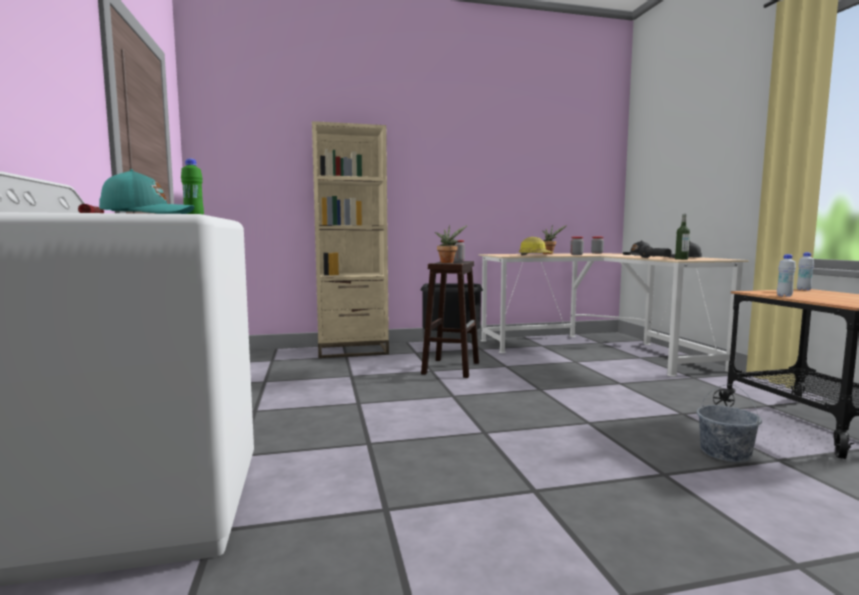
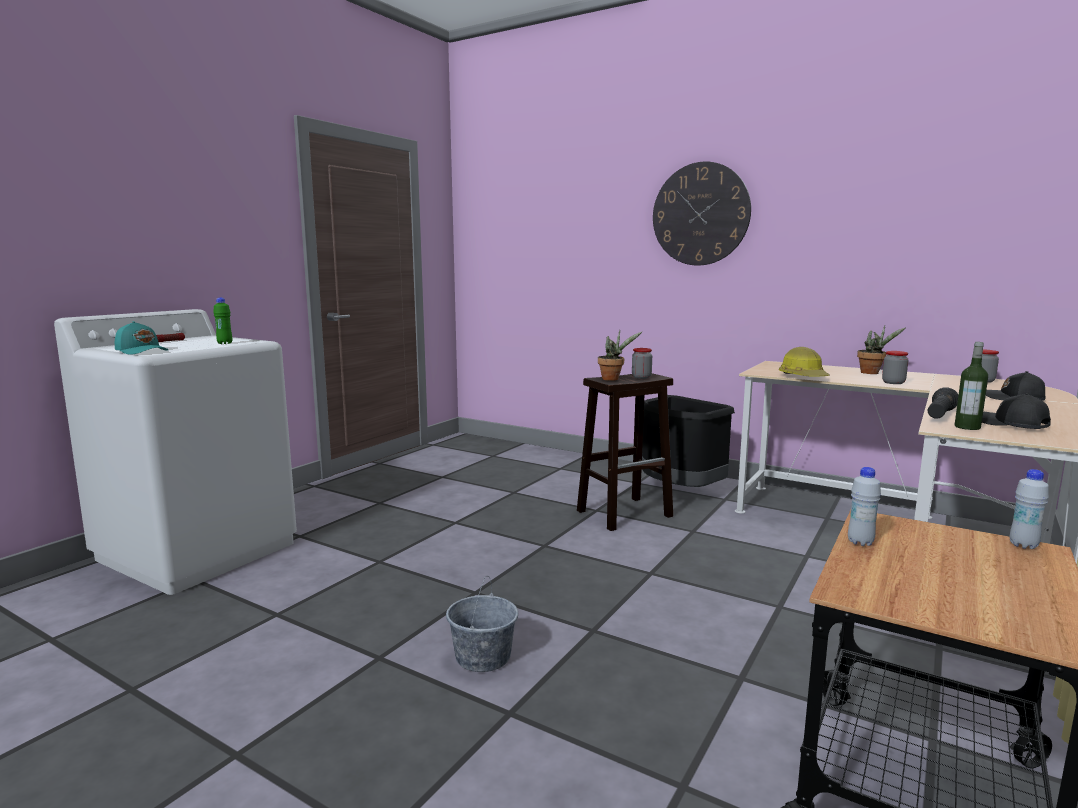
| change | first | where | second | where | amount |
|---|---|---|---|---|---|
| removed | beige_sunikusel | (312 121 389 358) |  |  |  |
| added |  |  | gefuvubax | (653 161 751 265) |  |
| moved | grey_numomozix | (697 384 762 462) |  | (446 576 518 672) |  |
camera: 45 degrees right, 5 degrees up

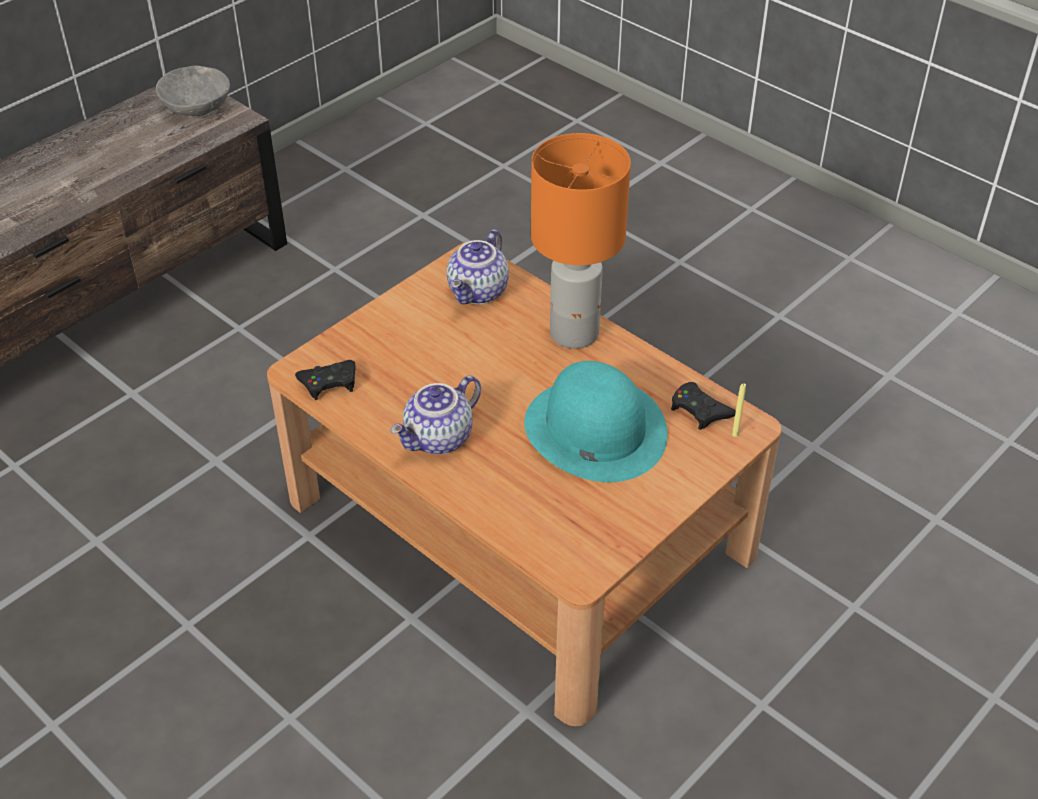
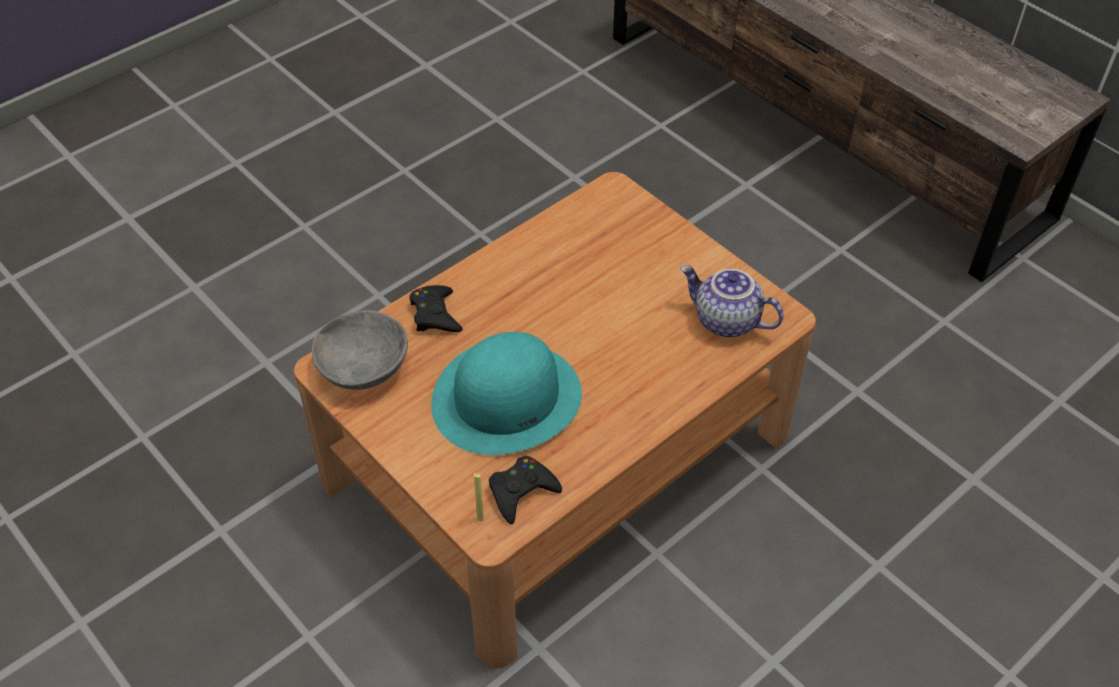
| change | first | where | second | where | amount |
|---|---|---|---|---|---|
| removed | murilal | (391 376 481 454) |  |  |  |
| removed | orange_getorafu | (531 133 631 349) |  |  |  |
| moved | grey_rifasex | (156 66 230 116) |  | (312 310 408 390) |  |
| moved | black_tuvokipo | (295 360 356 400) |  | (409 285 463 332) |  |
camera: 95 degrees right, 5 degrees up

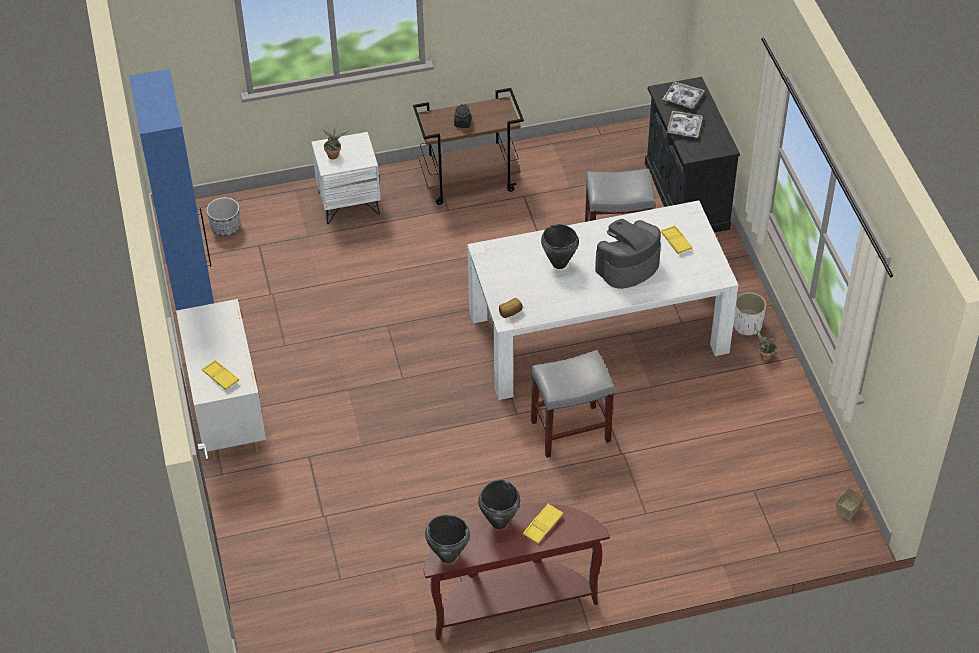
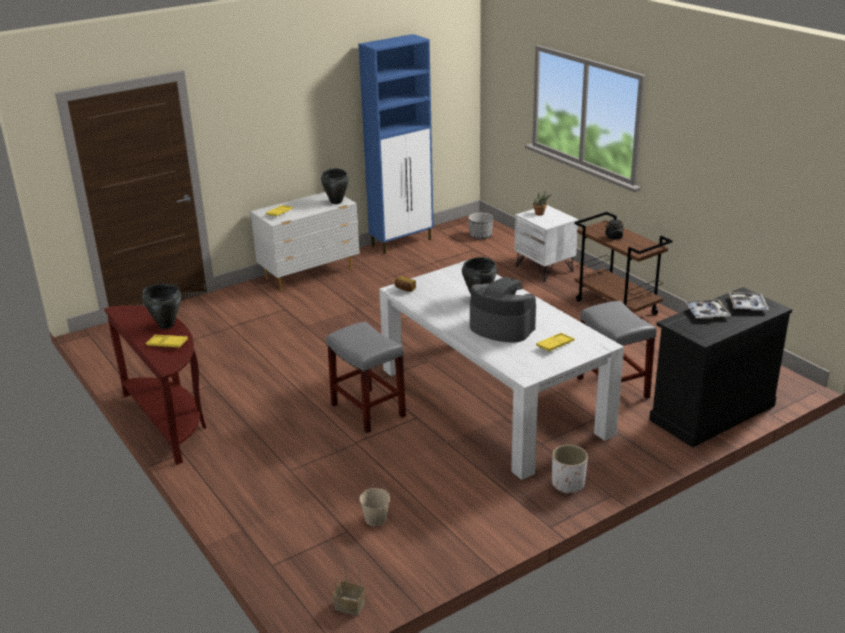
| change | first | where | second | where | amount |
|---|---|---|---|---|---|
| removed | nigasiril | (754 323 776 361) |  |  |  |
| added |  |  | beige_numomozix | (360 483 390 526) |  |
| moved | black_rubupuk | (425 515 470 563) |  | (321 168 349 204) |  |
camera: 70 degrees right, 20 degrees down

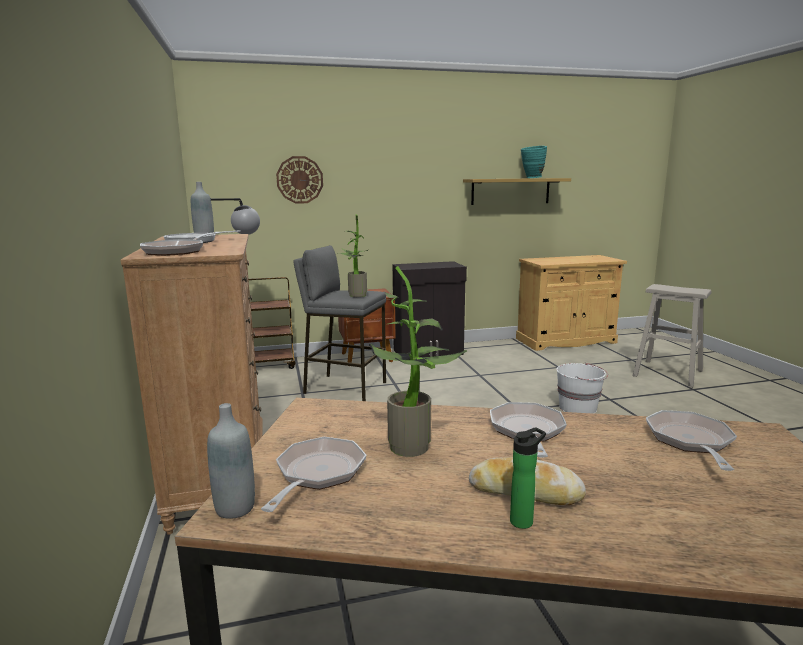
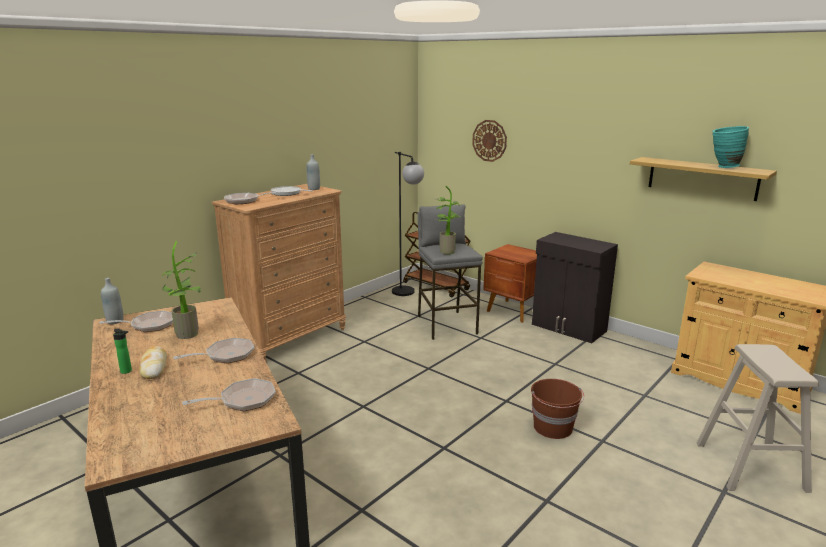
| change | first | where | second | where | amount |
|---|---|---|---|---|---|
| recoloured | white_numomozix | (556 362 608 414) | brown_numomozix | (531 379 584 439) |  |
camera: 55 degrees right, 5 degrees up

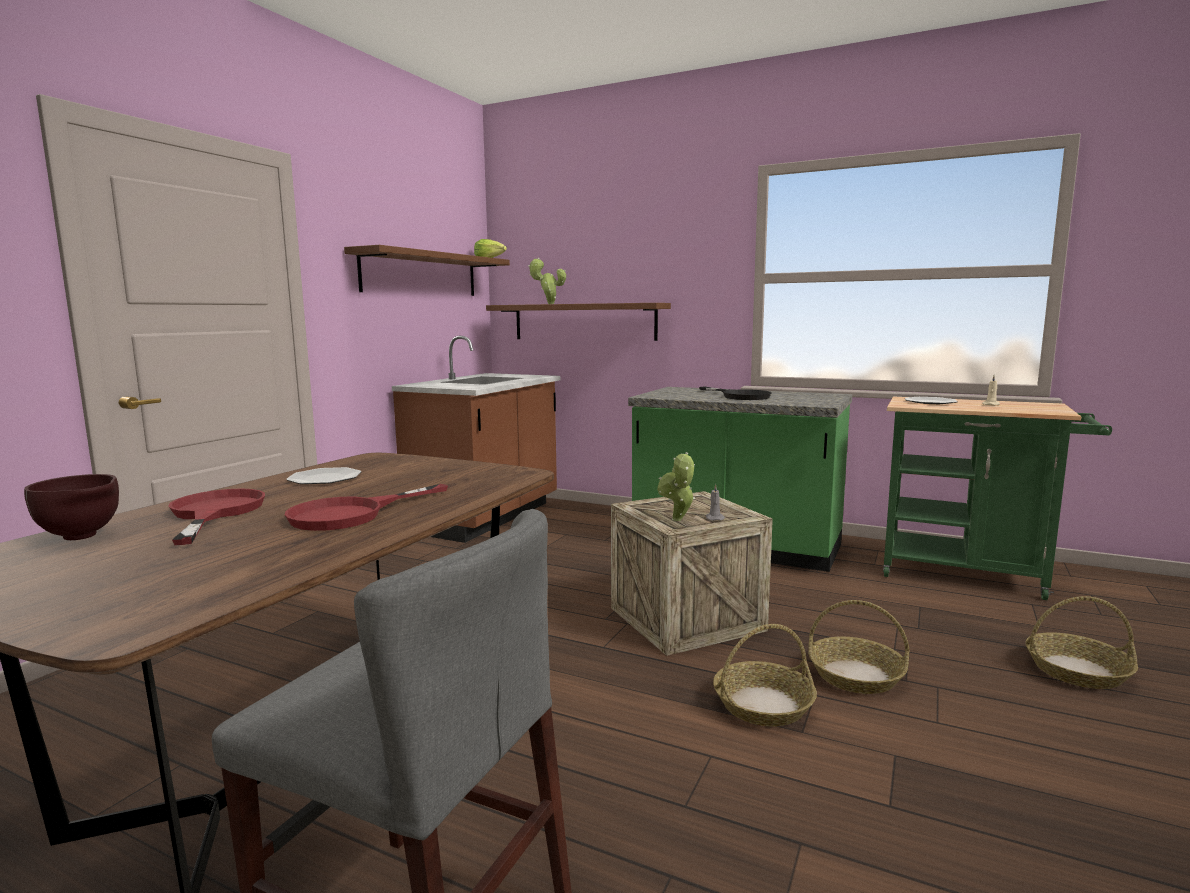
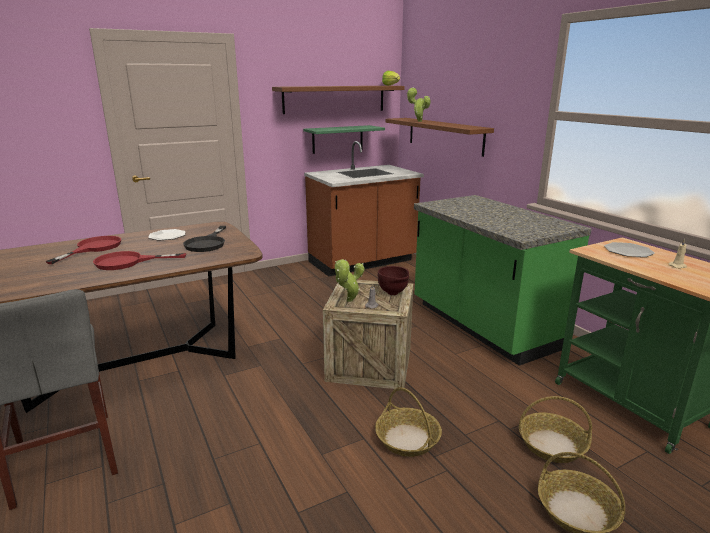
| change | first | where | second | where | amount |
|---|---|---|---|---|---|
| added |  |  | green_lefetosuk | (303 125 385 154) |  |
| moved | brown_rifasex | (24 474 119 540) |  | (378 266 409 295) |  |
| moved | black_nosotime | (699 387 772 400) |  | (183 226 226 252) |  |
| moved | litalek | (713 624 817 727) |  | (519 396 592 463) |  |
camera: 35 degrees right, 10 degrees up

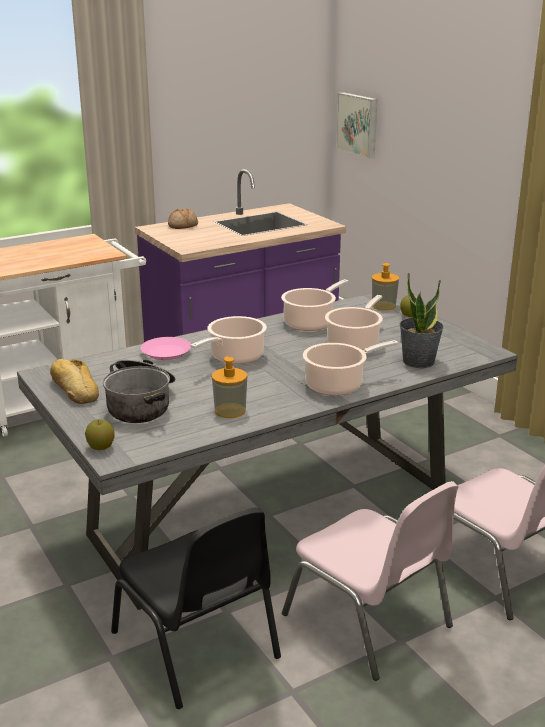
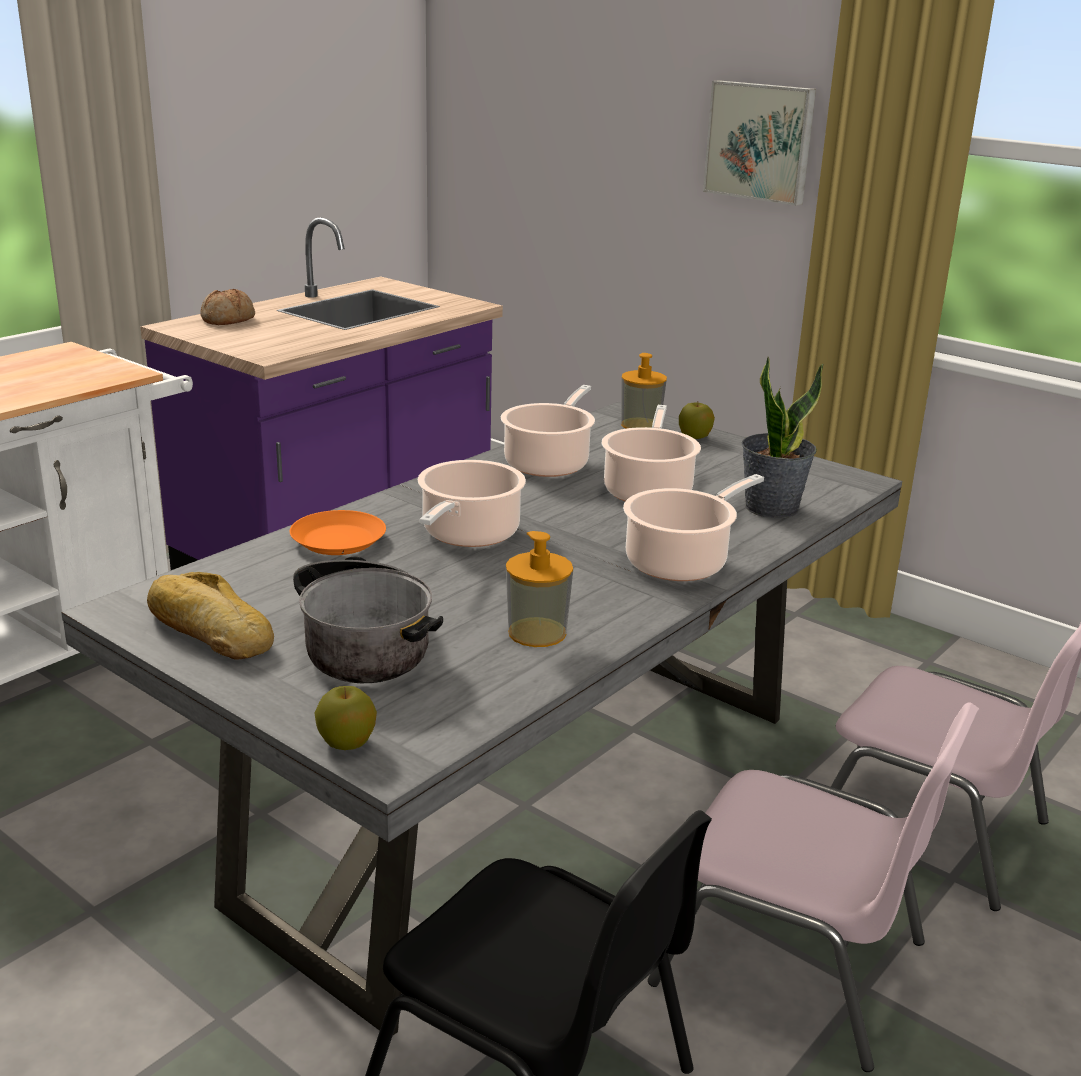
| change | first | where | second | where | amount |
|---|---|---|---|---|---|
| moved | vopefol | (336 92 377 158) |  | (703 80 816 206) |  |
| recoloured | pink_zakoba | (141 337 191 360) | orange_zakoba | (290 510 386 555) |  |
camera: 20 degrees left, 0 degrees up

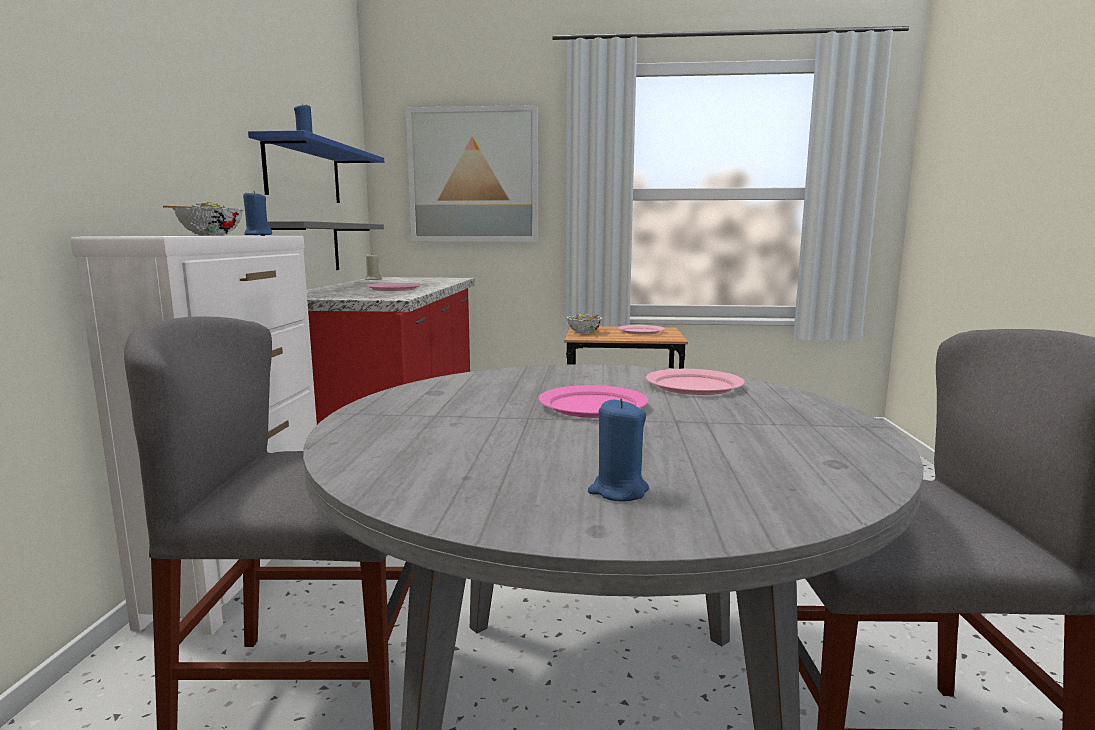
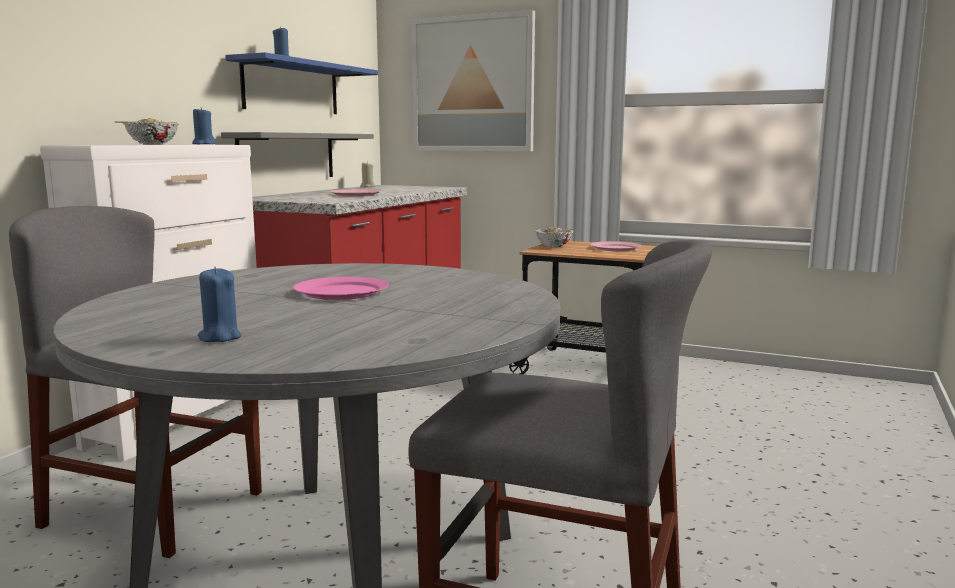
| change | first | where | second | where | amount |
|---|---|---|---|---|---|
| removed | pink_zakoba | (646 369 745 395) |  |  |  |
camera: 20 degrees right, 0 degrees up

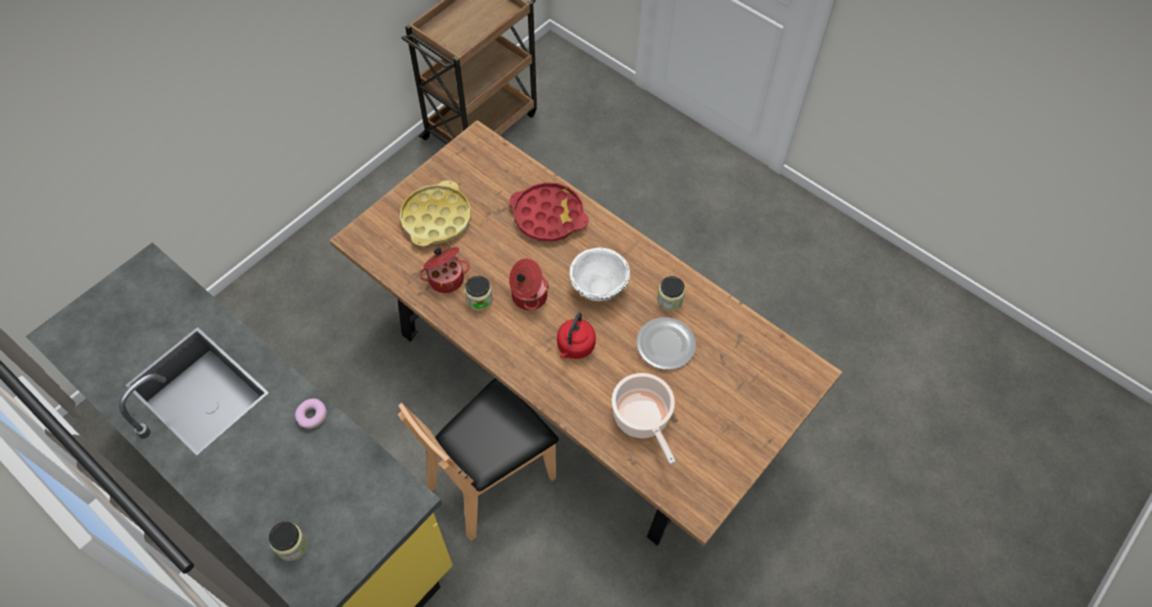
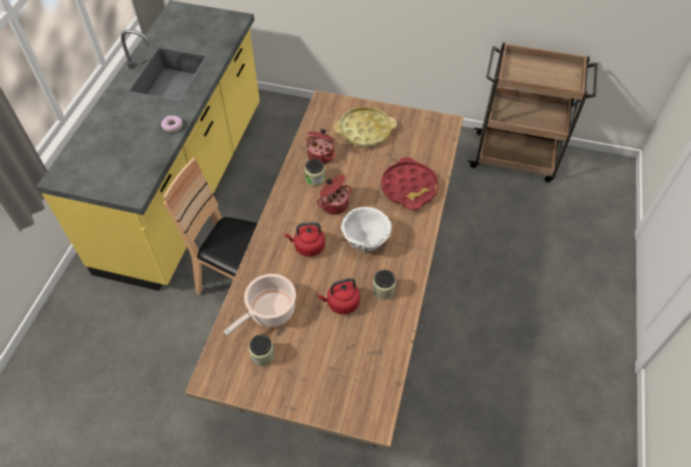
| change | first | where | second | where | amount |
|---|---|---|---|---|---|
| moved | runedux | (269 522 308 561) |  | (249 334 275 366) |  |
| replaced | zakoba | (637 317 696 370) | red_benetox | (317 278 360 315) |  |
camera: 65 degrees right, 5 degrees down

